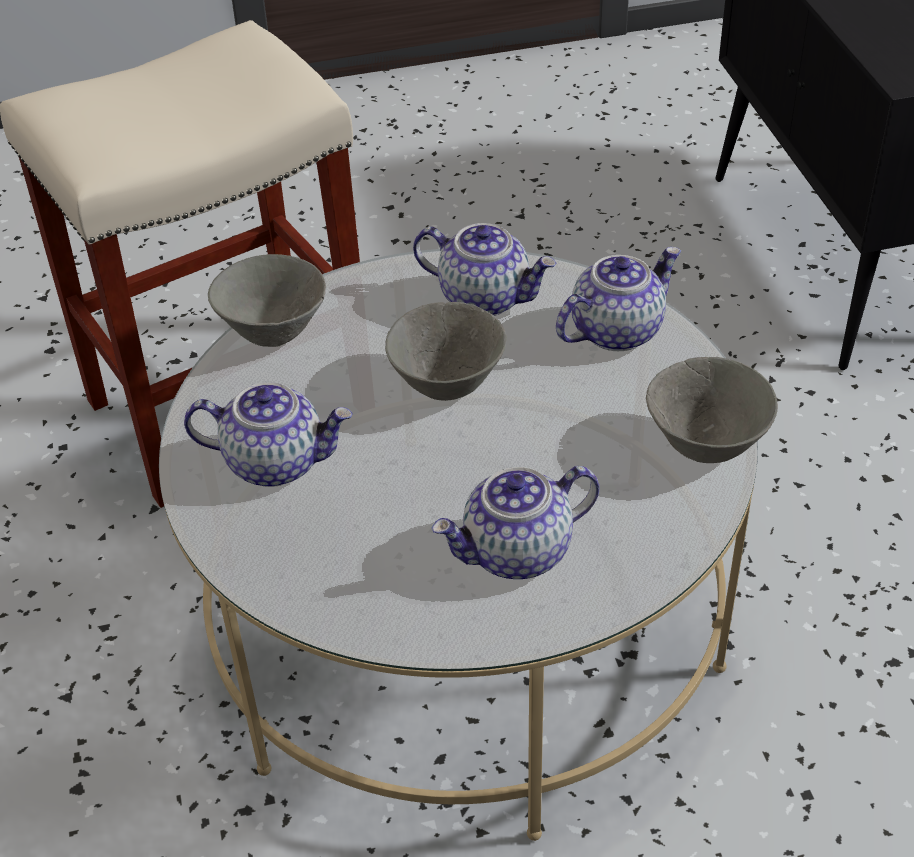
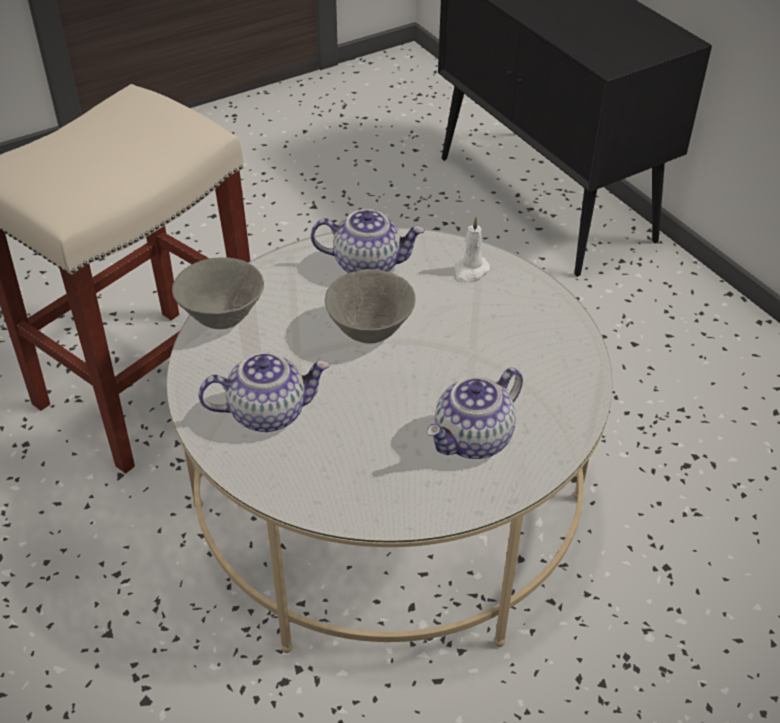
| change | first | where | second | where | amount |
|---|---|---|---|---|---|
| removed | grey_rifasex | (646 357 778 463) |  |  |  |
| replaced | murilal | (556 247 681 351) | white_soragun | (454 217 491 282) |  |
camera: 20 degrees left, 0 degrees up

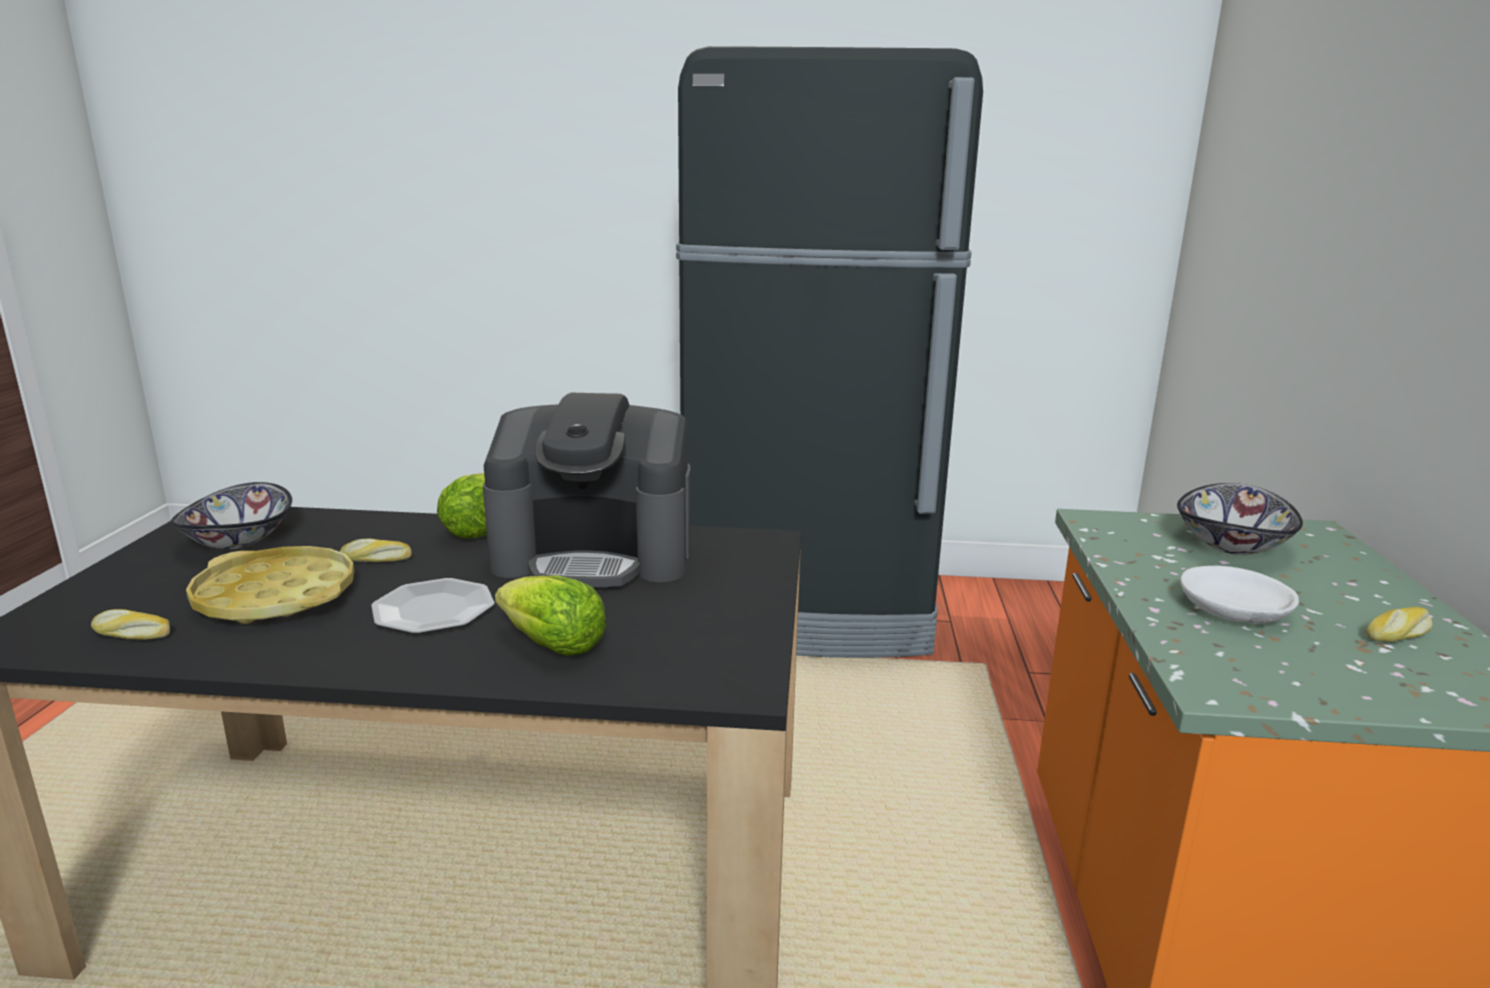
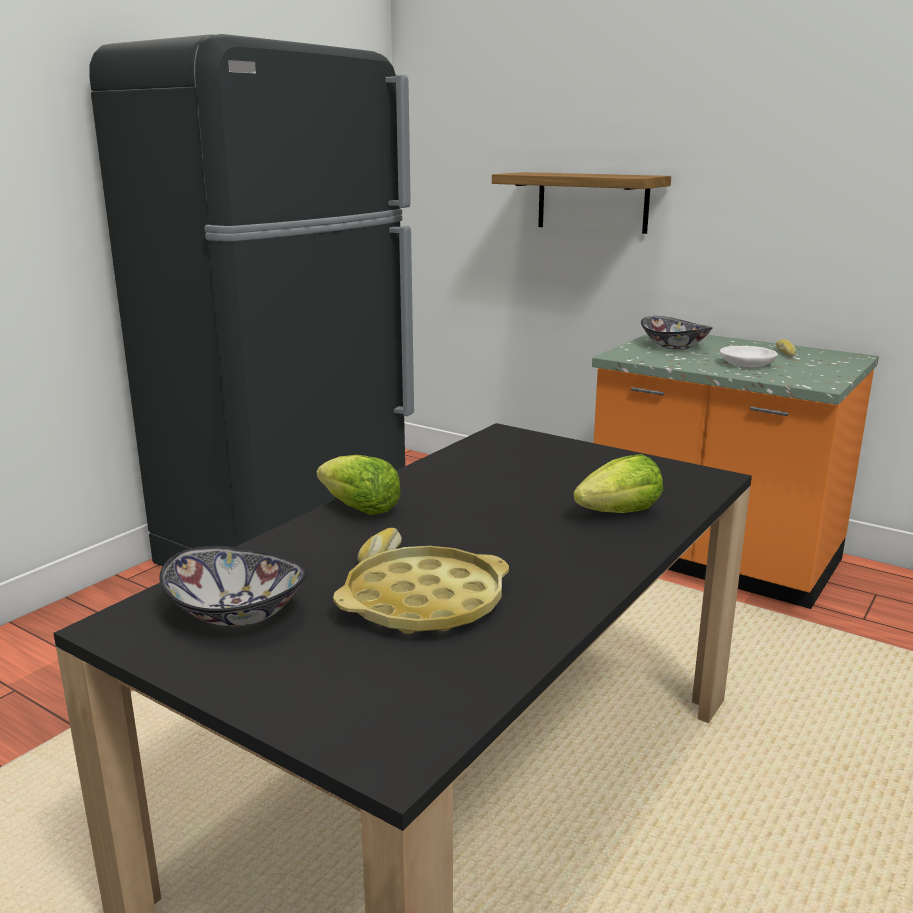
| change | first | where | second | where | amount |
|---|---|---|---|---|---|
| removed | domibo | (91 609 170 640) |  |  |  |
| removed | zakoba | (371 578 495 634) |  |  |  |
| removed | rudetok | (483 393 691 588) |  |  |  |
| added |  |  | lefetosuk | (492 172 671 234) |  |
camera: 60 degrees left, 0 degrees up

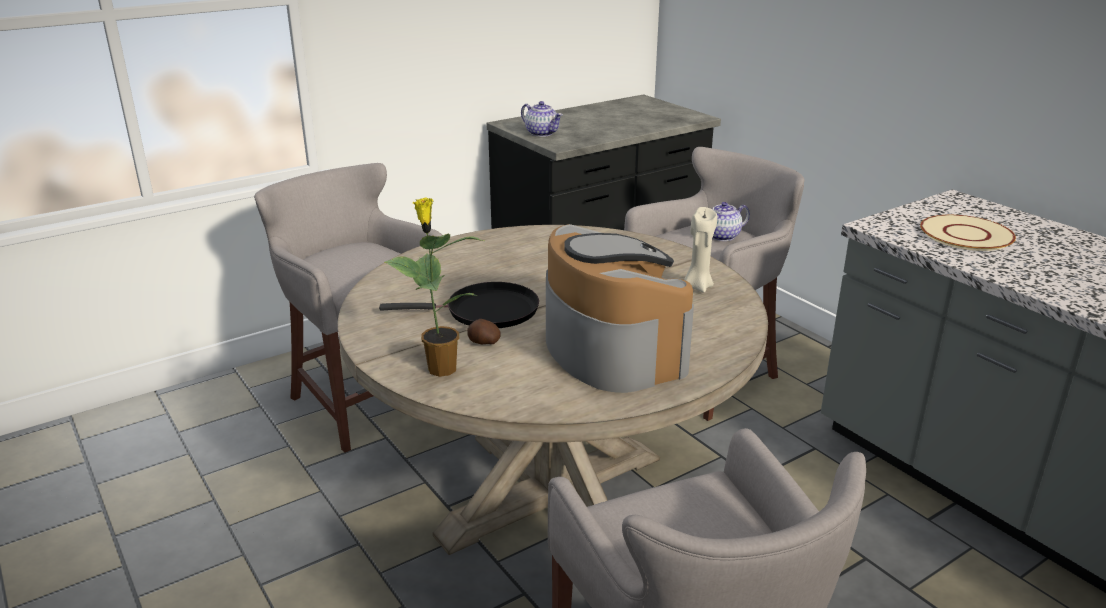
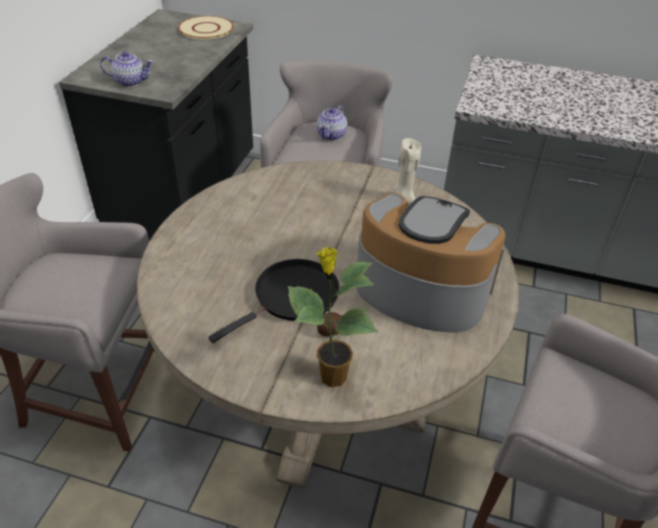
| change | first | where | second | where | amount |
|---|---|---|---|---|---|
| moved | beige_zakoba | (920 215 1016 251) |  | (178 16 234 40) |  |
camera: 40 degrees left, 15 degrees up

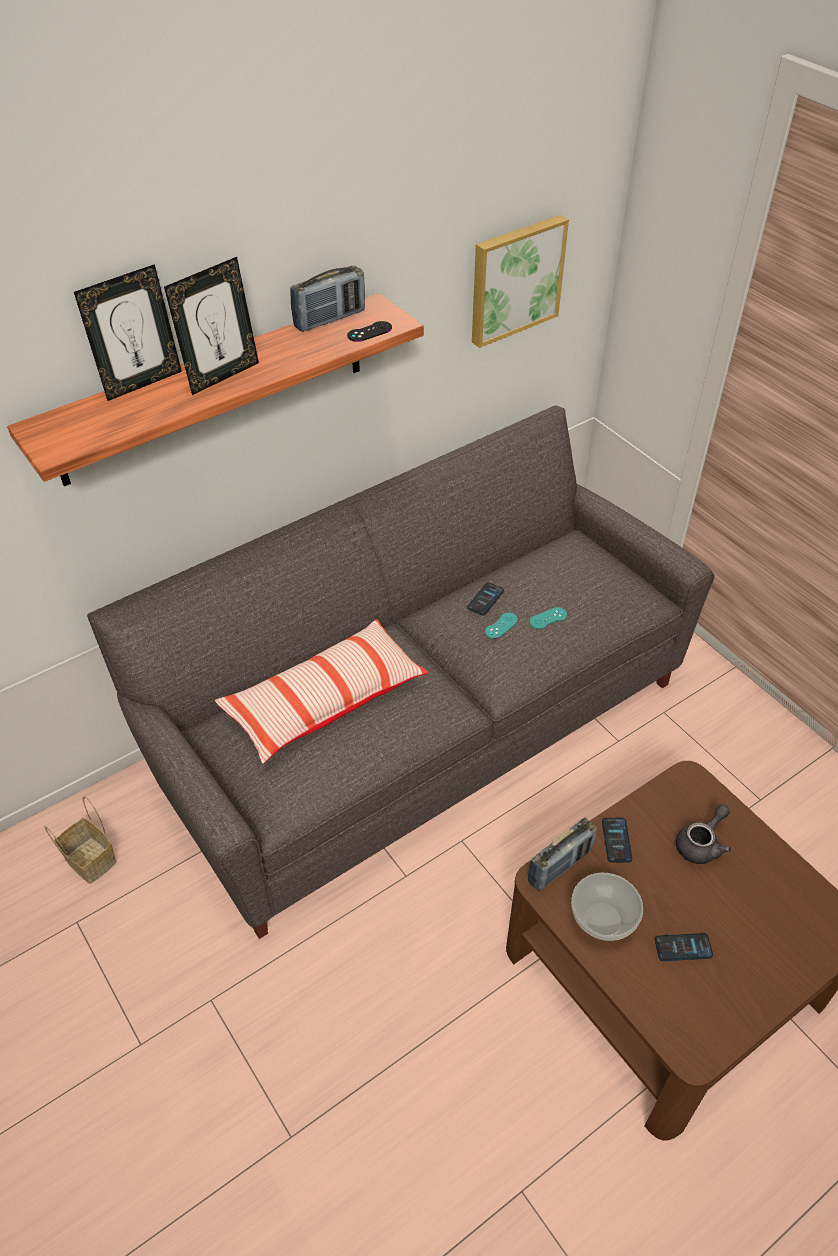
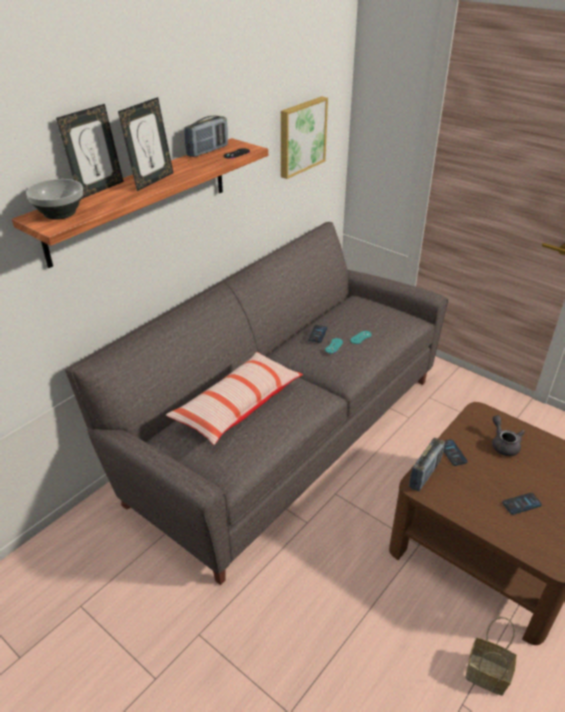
| change | first | where | second | where | amount |
|---|---|---|---|---|---|
| moved | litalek | (44 796 117 884) |  | (465 617 517 696) |  |
| moved | rifasex | (571 873 643 941) |  | (26 179 83 220) |  |
| turned | grey_murilal | (676 804 731 864) |  | (492 415 525 456) | 45 degrees counterclockwise |
camera: 15 degrees left, 10 degrees down

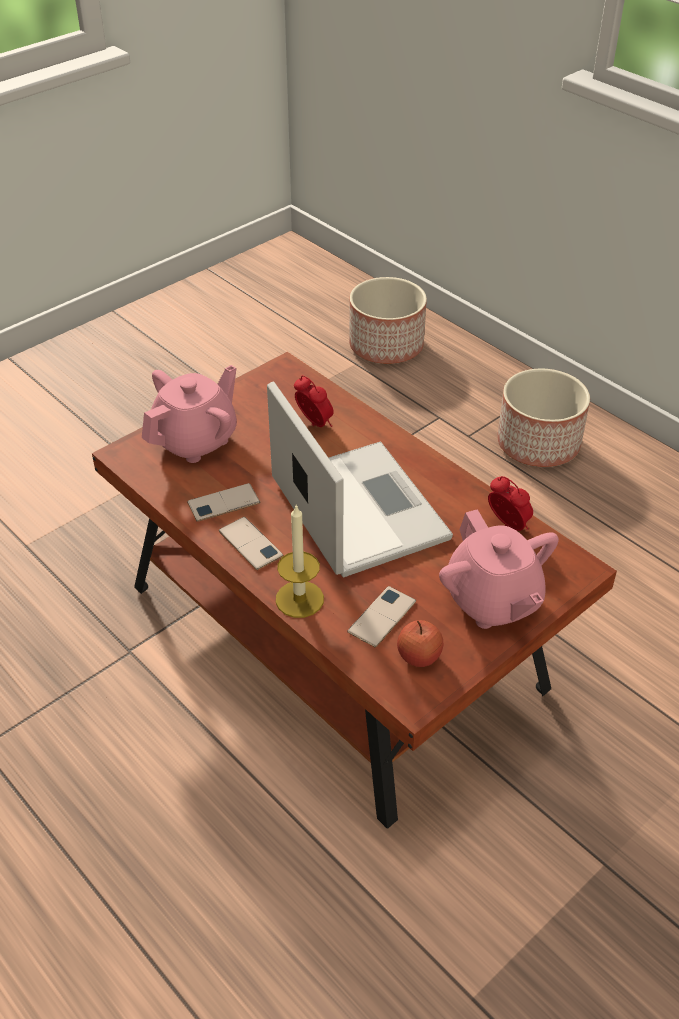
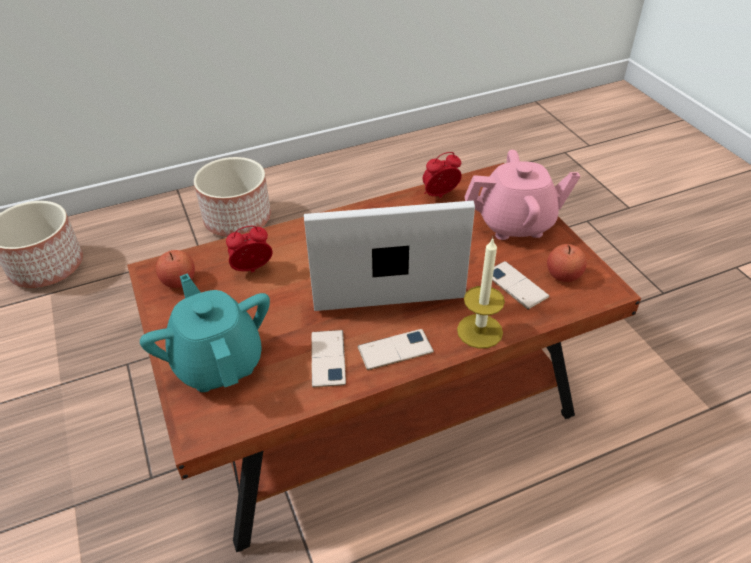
| change | first | where | second | where | amount |
|---|---|---|---|---|---|
| added |  |  | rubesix | (156 250 195 288) |  |
| recoloured | pink_murilal | (142 365 237 463) | turquoise_murilal | (140 273 270 392) |  |
camera: 70 degrees left, 0 degrees up

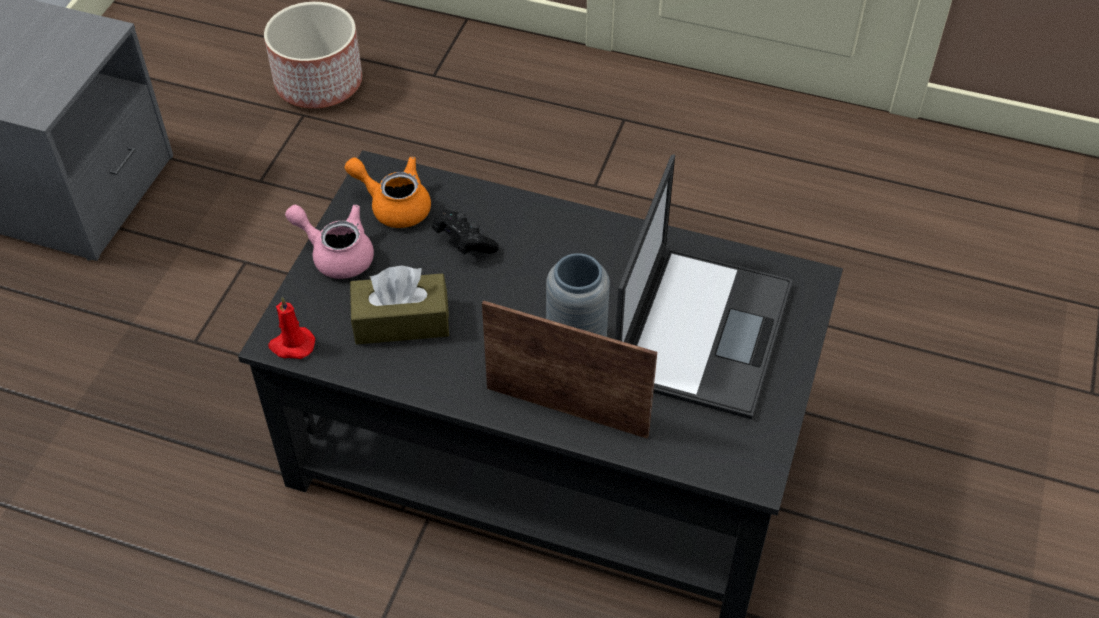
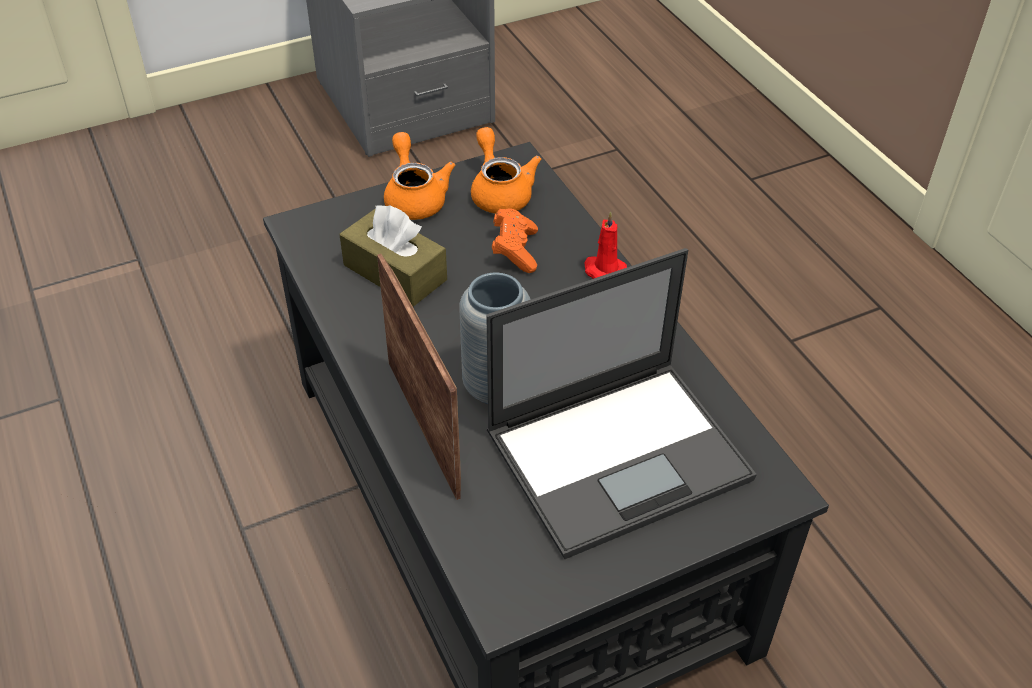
| change | first | where | second | where | amount |
|---|---|---|---|---|---|
| removed | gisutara | (264 2 362 108) |  |  |  |
| moved | red_soragun | (268 297 315 359) |  | (585 211 627 279) |  |
| recoloured | pink_murilal | (285 205 374 279) | orange_murilal | (384 132 455 220) |  |
| recoloured | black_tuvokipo | (432 210 499 254) | orange_tuvokipo | (492 208 538 273) |  |
camera: 45 degrees right, 5 degrees down

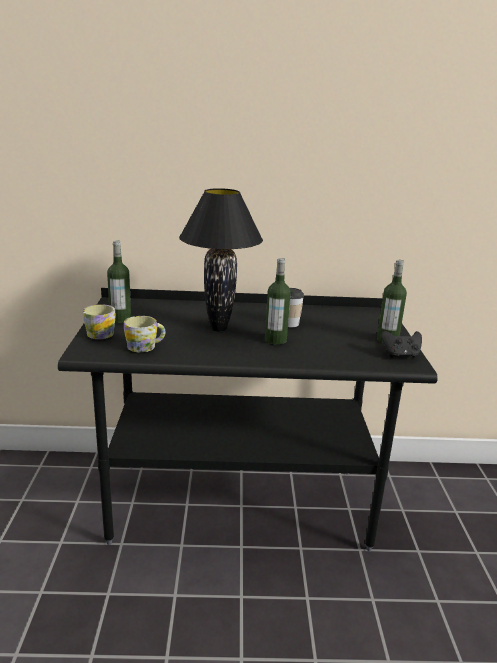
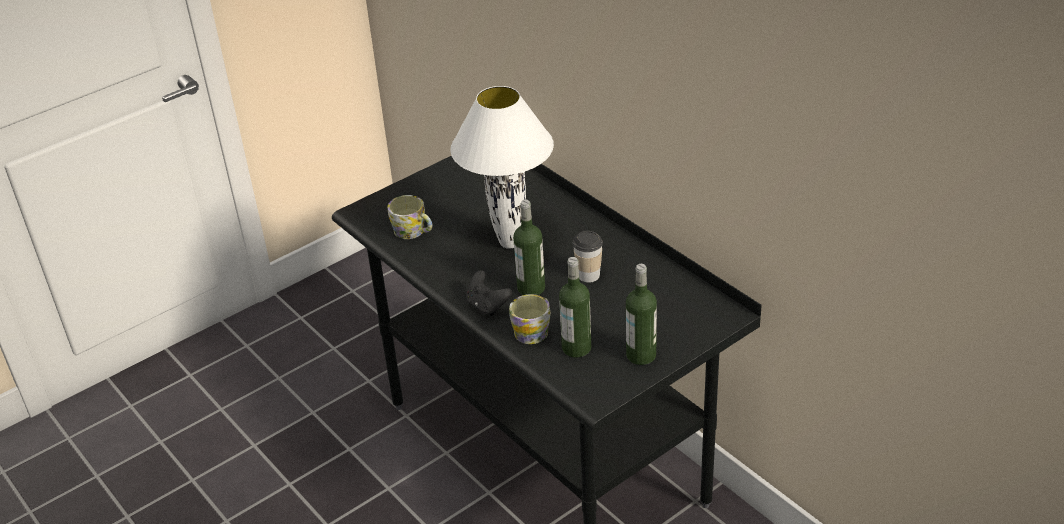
| change | first | where | second | where | amount |
|---|---|---|---|---|---|
| moved | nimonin | (83 304 116 339) |  | (509 294 550 344) |  |
| moved | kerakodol | (107 240 131 323) |  | (559 257 591 358) |  |
| moved | black_tuvokipo | (381 331 422 358) |  | (466 270 512 316) |  |
| recoloured | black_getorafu | (179 188 263 332) | white_getorafu | (450 86 554 249) |  |
camera: 55 degrees right, 15 degrees up

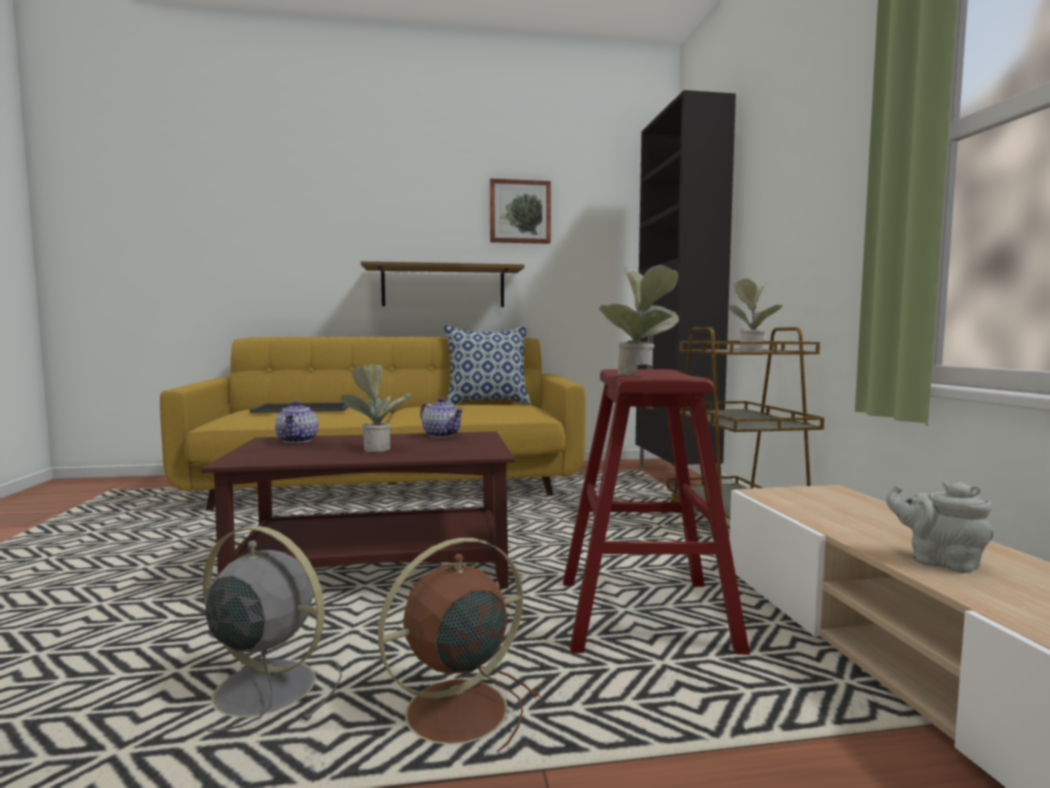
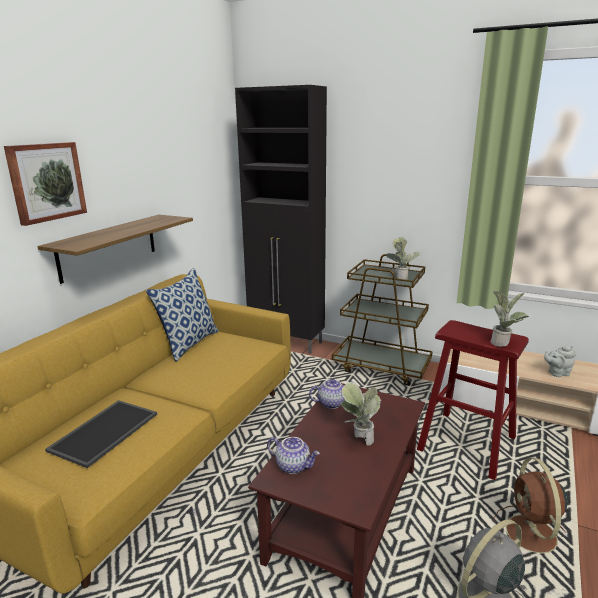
| change | first | where | second | where | amount |
|---|---|---|---|---|---|
| moved | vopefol | (490 178 551 244) |  | (4 142 87 226) |  |
camera: 55 degrees left, 15 degrees up

